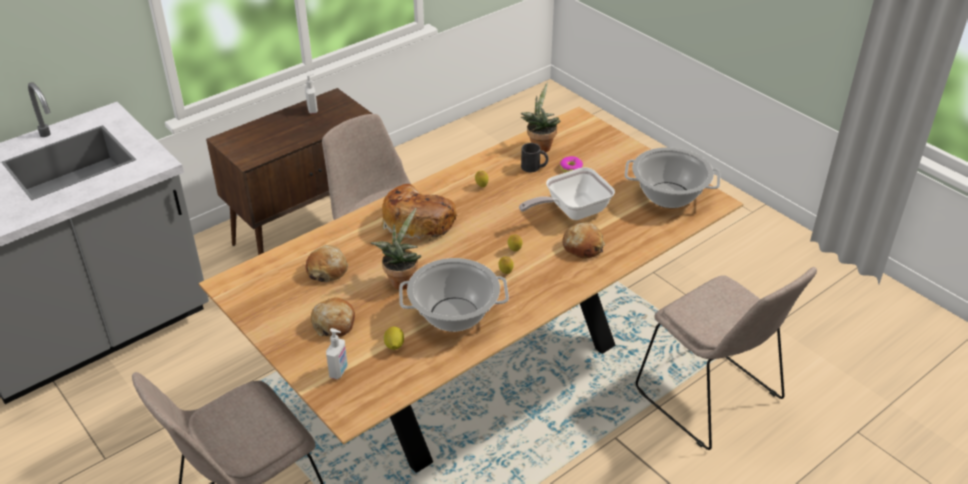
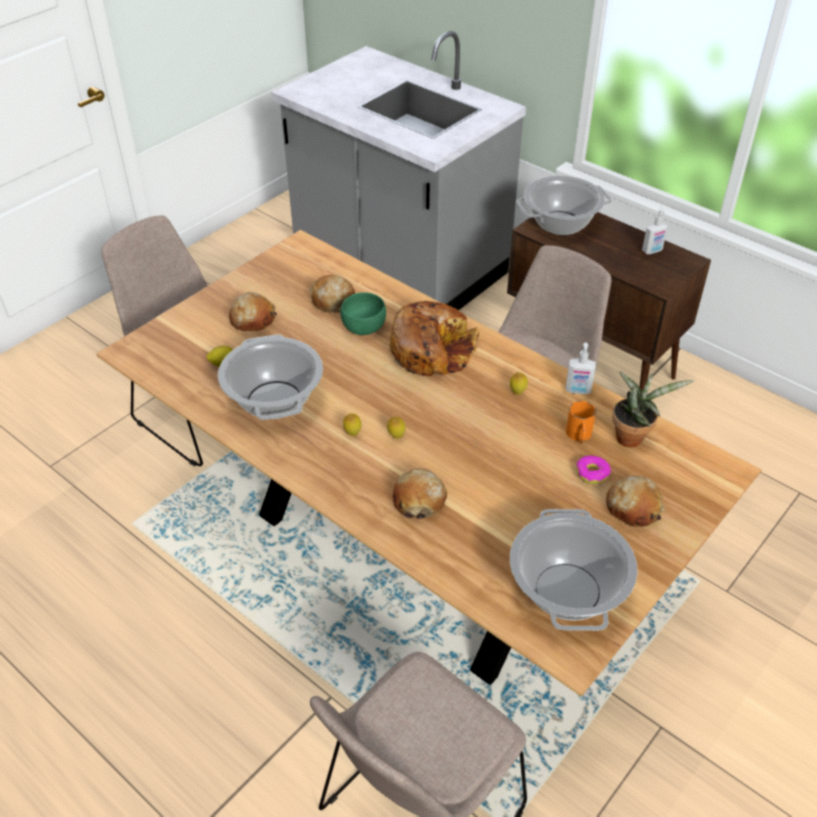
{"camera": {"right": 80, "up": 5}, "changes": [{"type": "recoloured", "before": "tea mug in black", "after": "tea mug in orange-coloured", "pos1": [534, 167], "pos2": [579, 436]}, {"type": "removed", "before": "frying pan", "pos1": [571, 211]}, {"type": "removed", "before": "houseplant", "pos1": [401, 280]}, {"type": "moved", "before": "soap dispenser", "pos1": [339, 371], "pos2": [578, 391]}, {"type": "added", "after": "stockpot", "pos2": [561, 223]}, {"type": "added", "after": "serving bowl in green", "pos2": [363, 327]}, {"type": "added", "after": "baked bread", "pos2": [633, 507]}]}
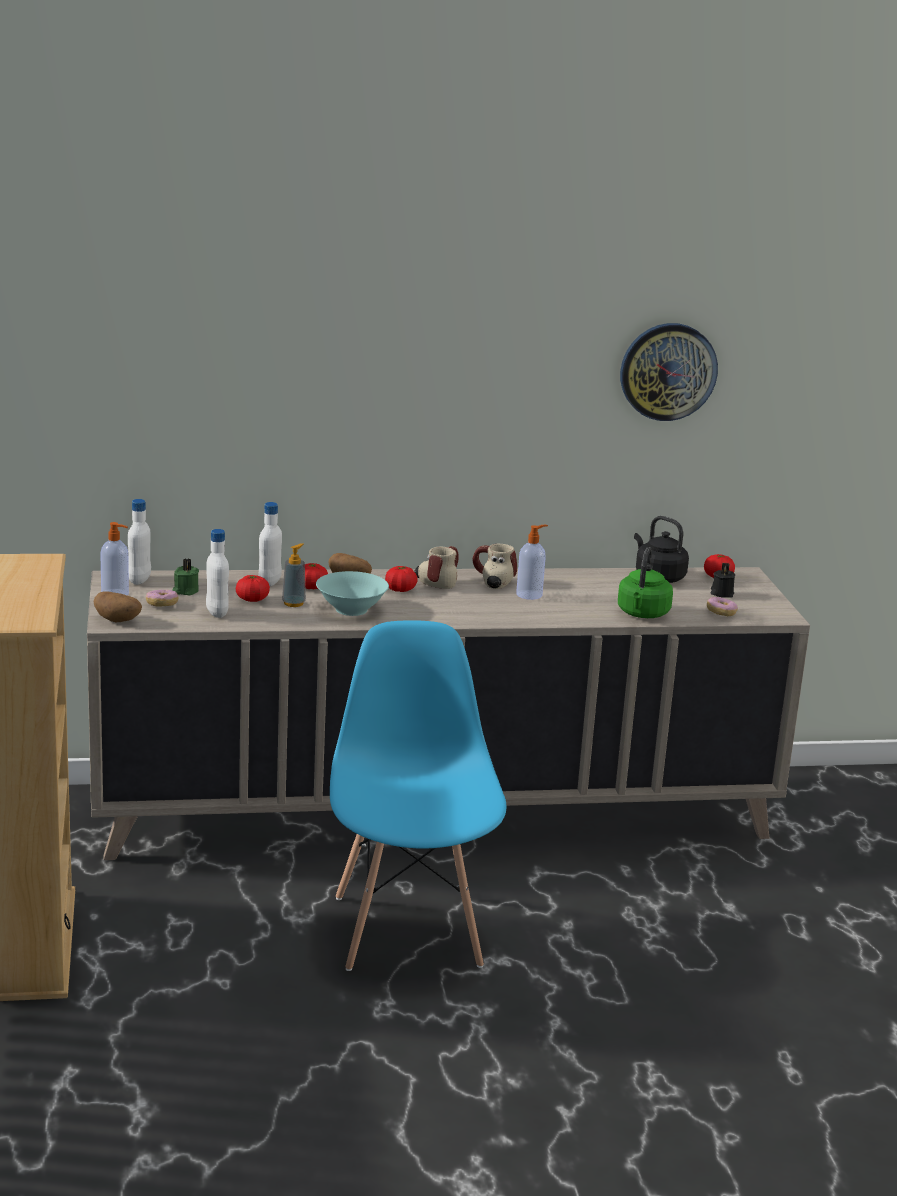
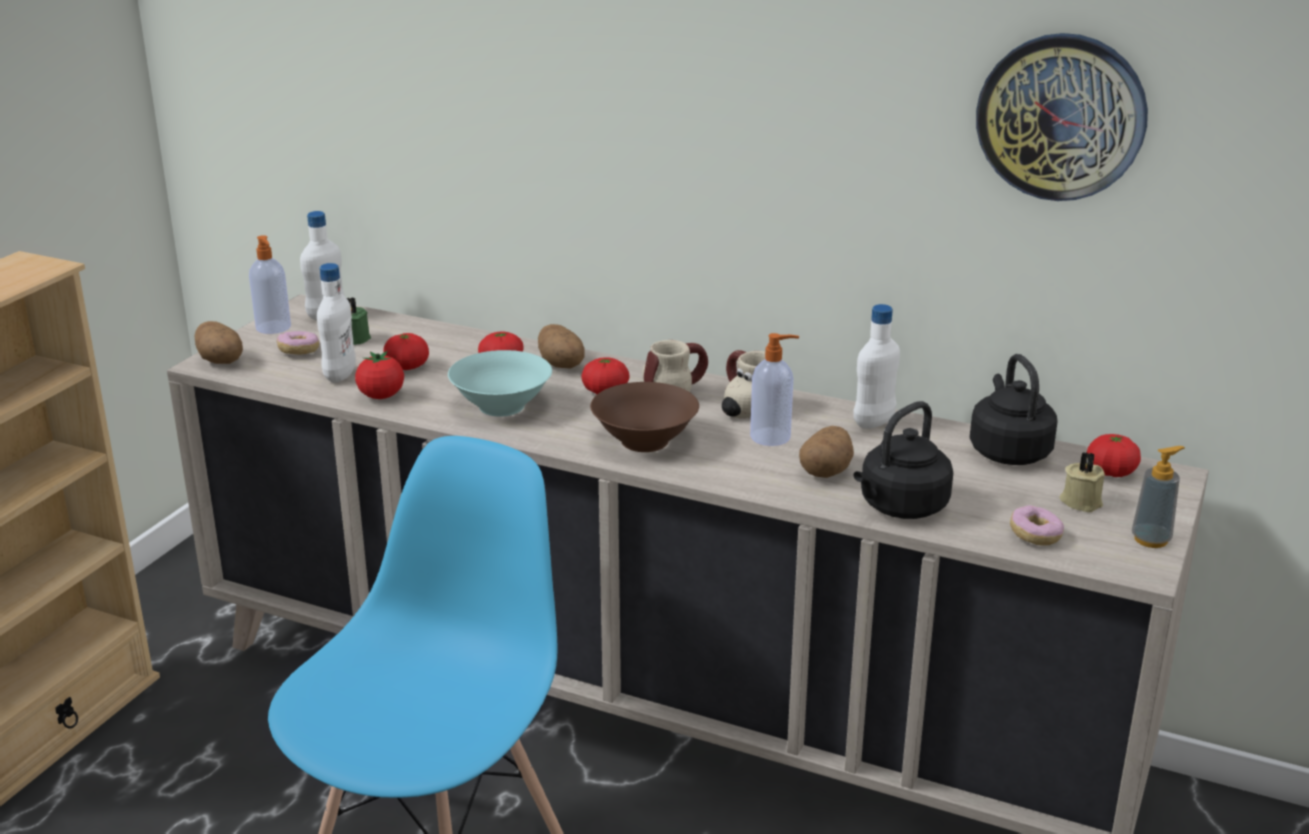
{"camera": {"right": 35, "up": 5}, "changes": [{"type": "moved", "before": "bottle in whitish", "pos1": [269, 582], "pos2": [874, 422]}, {"type": "moved", "before": "soap dispenser", "pos1": [293, 603], "pos2": [1151, 539]}, {"type": "recoloured", "before": "kettle in green", "after": "kettle in black", "pos1": [642, 614], "pos2": [900, 507]}, {"type": "recoloured", "before": "wax light in black", "after": "wax light in sand-coloured", "pos1": [721, 593], "pos2": [1081, 501]}, {"type": "added", "after": "fresh tomato", "pos2": [381, 396]}, {"type": "added", "after": "serving bowl in brownish", "pos2": [646, 441]}, {"type": "added", "after": "potato", "pos2": [826, 471]}]}
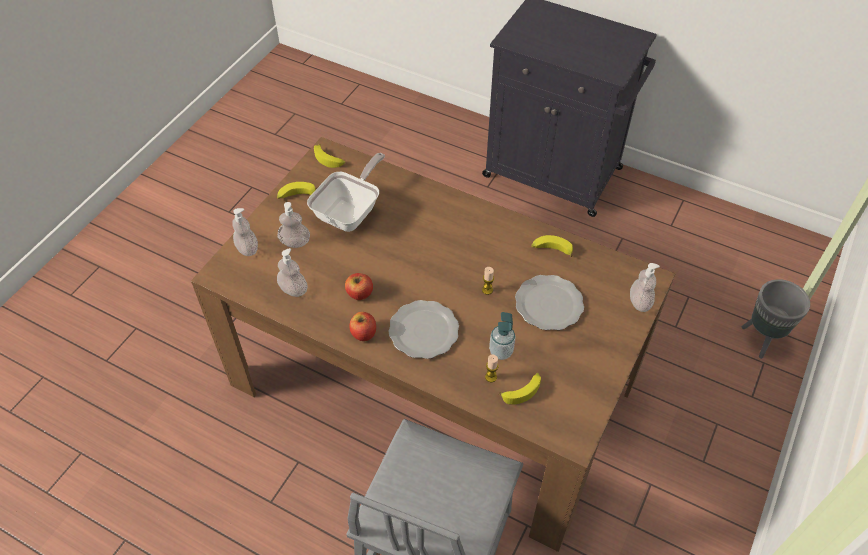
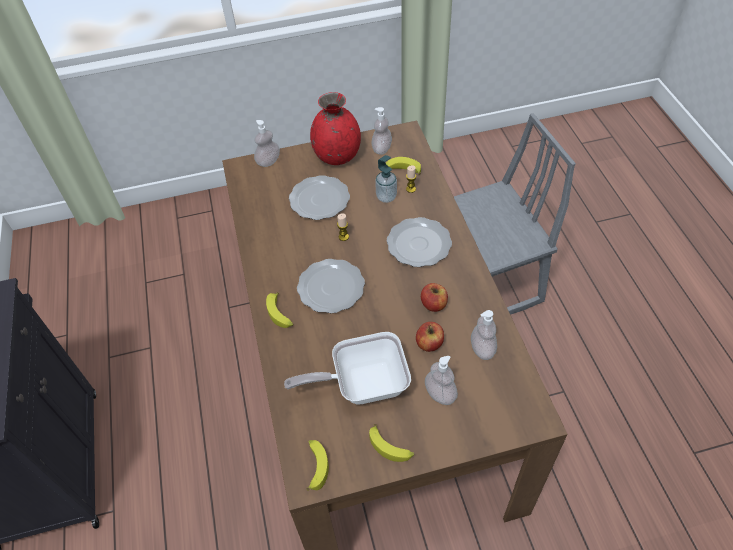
{"camera": {"right": -130, "up": 0}, "changes": [{"type": "moved", "before": "soap dispenser", "pos1": [247, 249], "pos2": [382, 149]}, {"type": "moved", "before": "banana fruit", "pos1": [551, 250], "pos2": [280, 314]}, {"type": "removed", "before": "flower pot in greyish", "pos1": [761, 340]}, {"type": "moved", "before": "apple", "pos1": [363, 333], "pos2": [429, 343]}, {"type": "added", "after": "flower vase in reddish", "pos2": [337, 156]}, {"type": "added", "after": "flat dish", "pos2": [331, 288]}]}
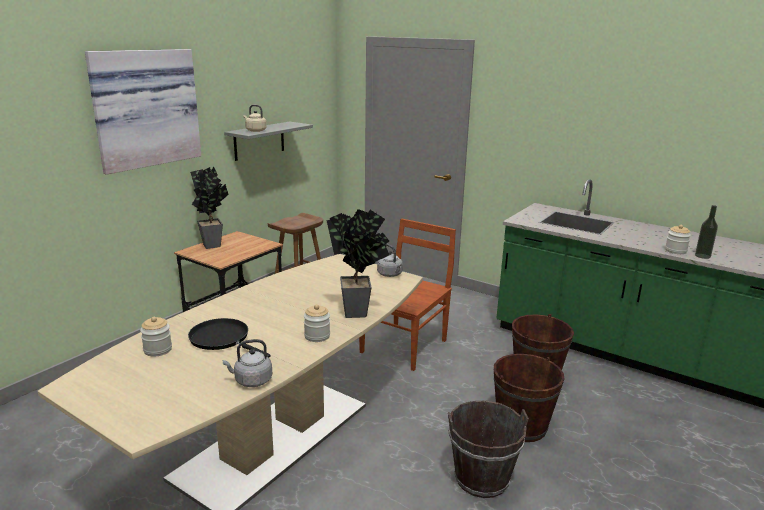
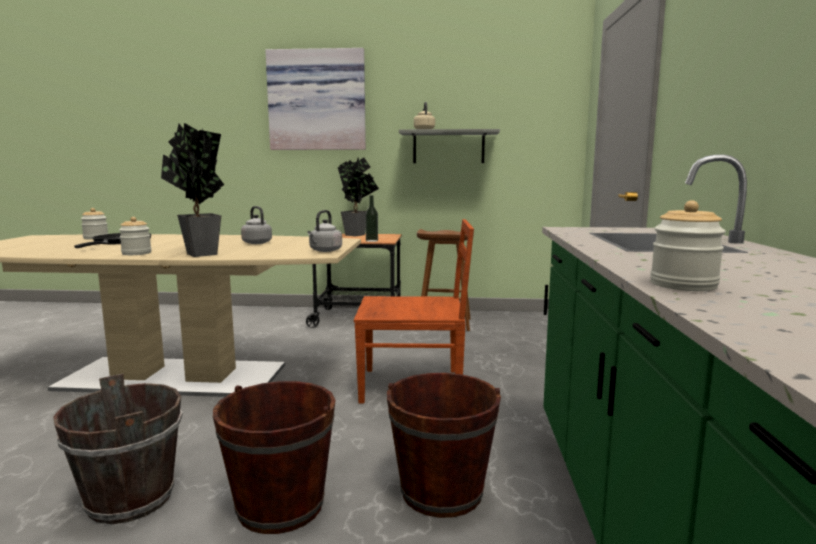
{"camera": {"right": 60, "up": -10}, "changes": [{"type": "moved", "before": "bottle", "pos1": [702, 256], "pos2": [372, 240]}, {"type": "moved", "before": "kettle in greyish", "pos1": [251, 381], "pos2": [256, 242]}]}
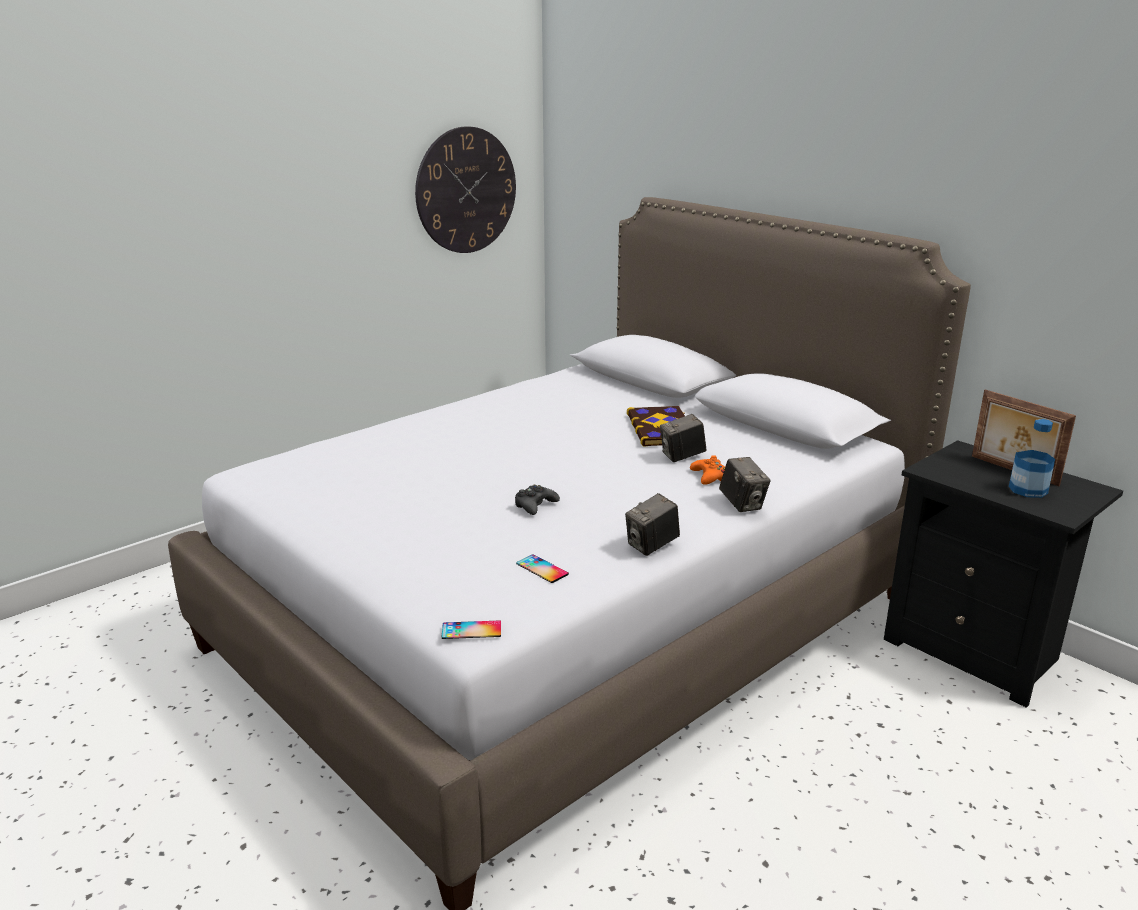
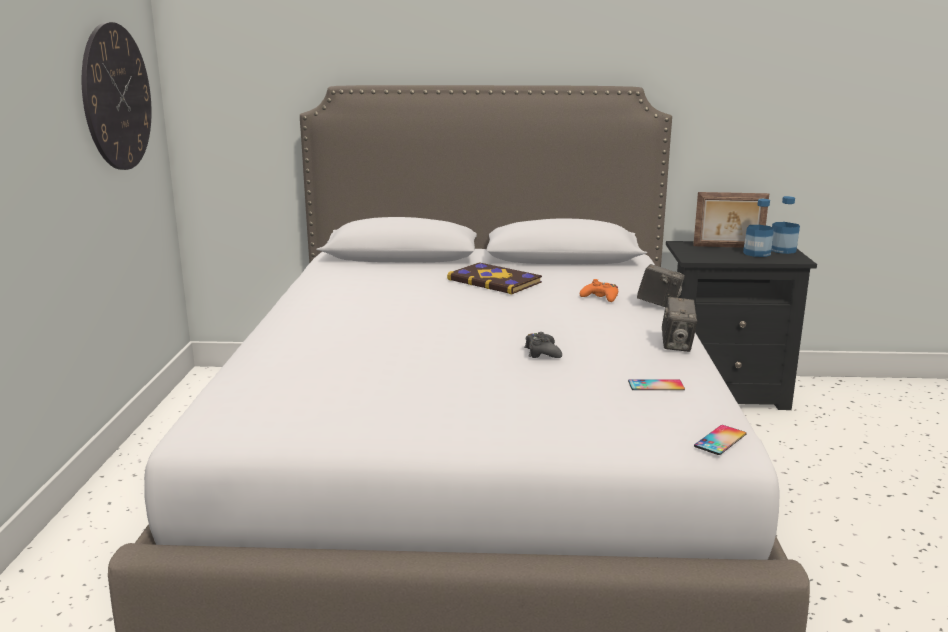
{"camera": {"right": -45, "up": -5}, "changes": [{"type": "removed", "before": "photo camera", "pos1": [682, 457]}, {"type": "added", "after": "bottle", "pos2": [783, 250]}]}
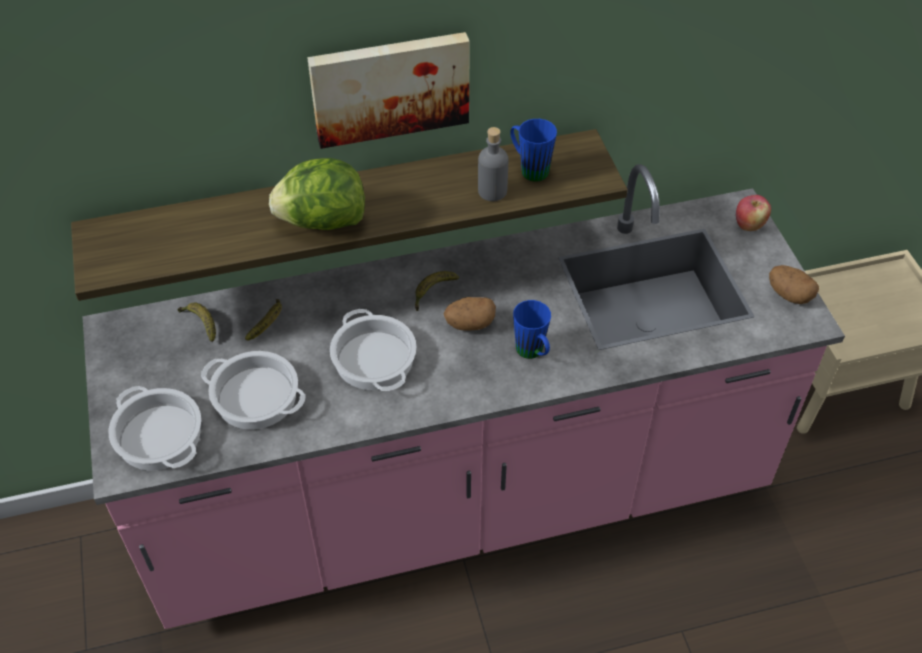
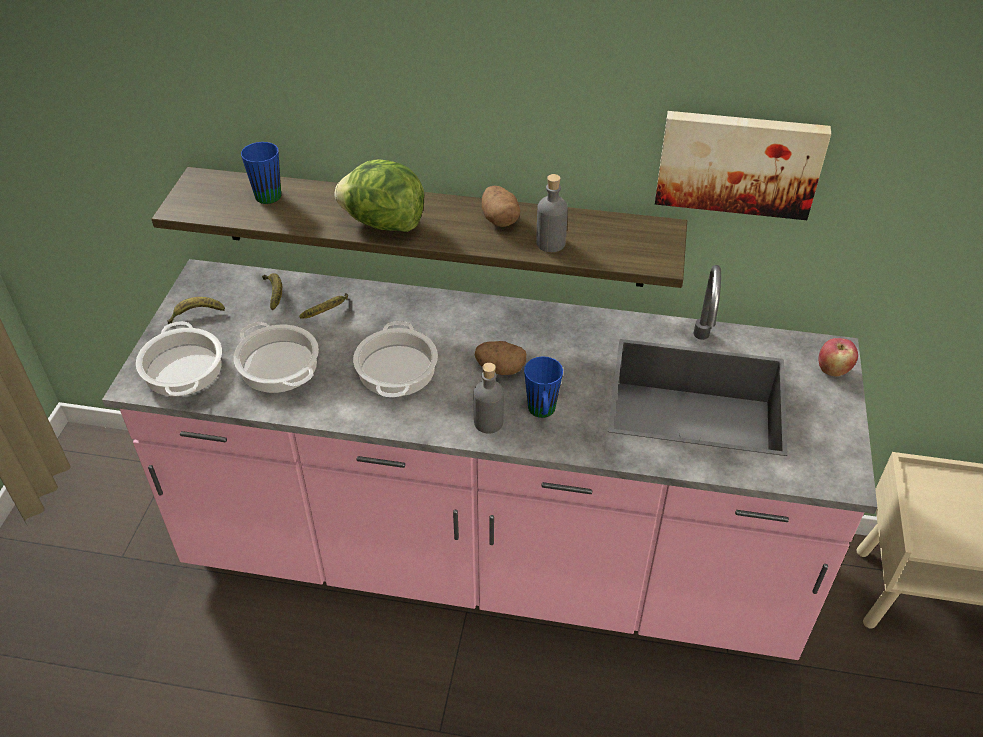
{"camera": {"right": 25, "up": -5}, "changes": [{"type": "moved", "before": "wall art", "pos1": [390, 86], "pos2": [739, 162]}, {"type": "moved", "before": "tea mug in blue-coloured", "pos1": [529, 168], "pos2": [266, 192]}, {"type": "moved", "before": "potato", "pos1": [789, 294], "pos2": [500, 219]}, {"type": "moved", "before": "banana fruit", "pos1": [433, 292], "pos2": [196, 315]}, {"type": "added", "after": "bottle in greyish", "pos2": [488, 422]}]}
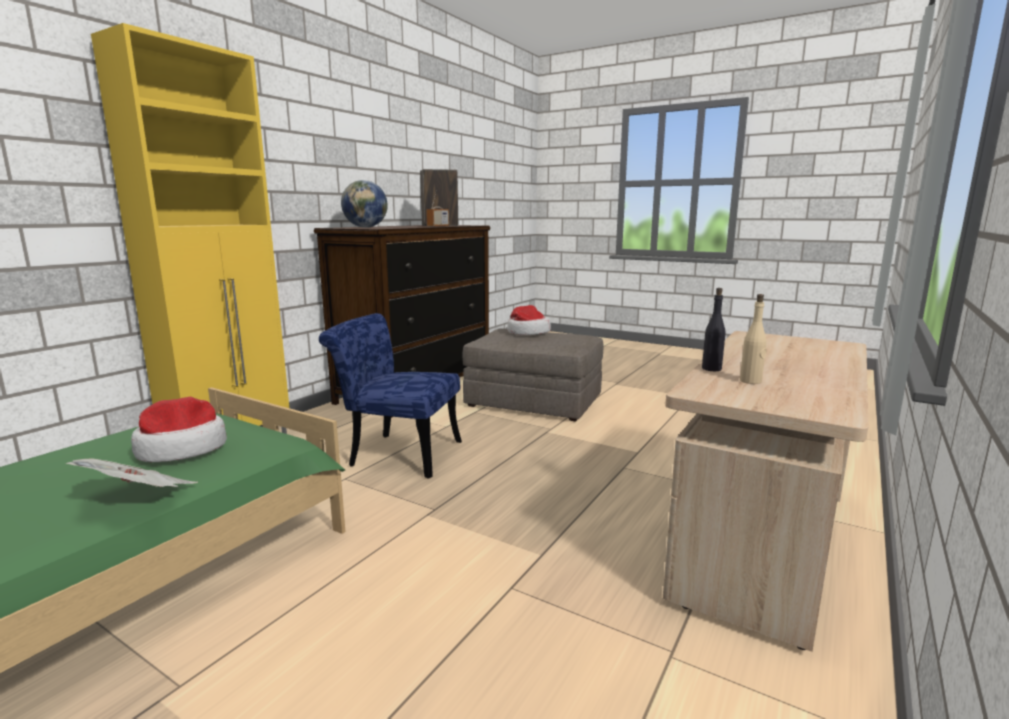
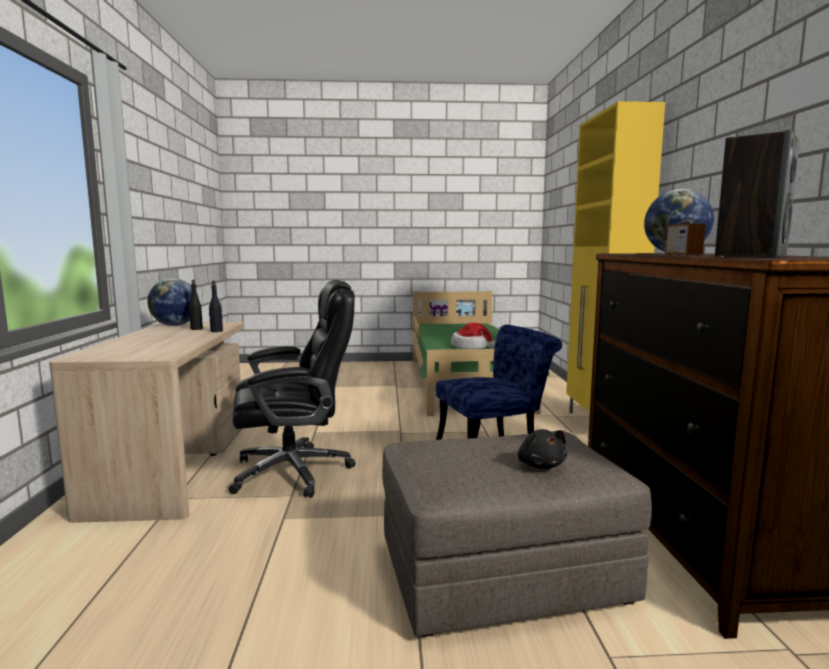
{"camera": {"right": 145, "up": -5}, "changes": [{"type": "recoloured", "before": "bottle in sand-coloured", "after": "bottle in black", "pos1": [750, 381], "pos2": [196, 329]}, {"type": "replaced", "before": "hat", "after": "soft toy in black", "pos1": [527, 332], "pos2": [540, 465]}, {"type": "removed", "before": "daily paper", "pos1": [140, 497]}, {"type": "added", "after": "desk globe", "pos2": [175, 325]}, {"type": "added", "after": "office chair in black", "pos2": [294, 471]}]}
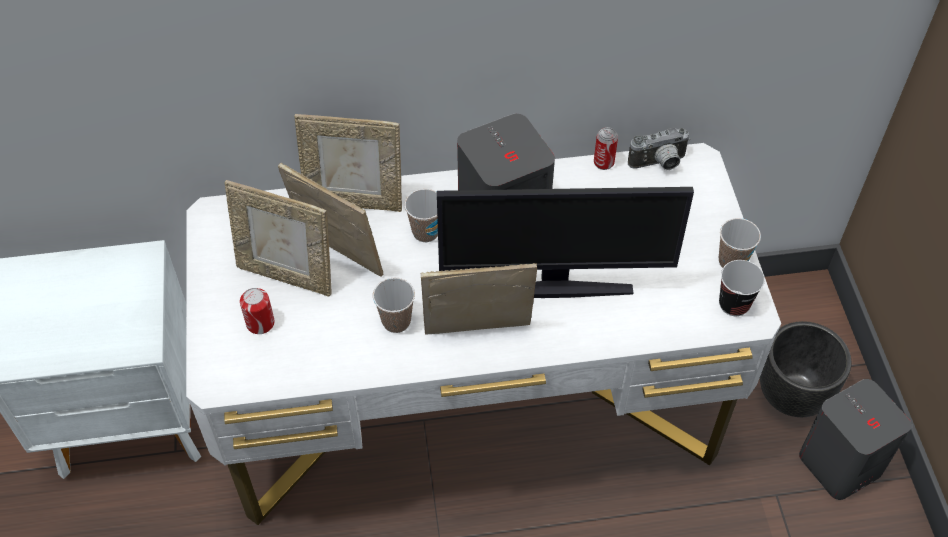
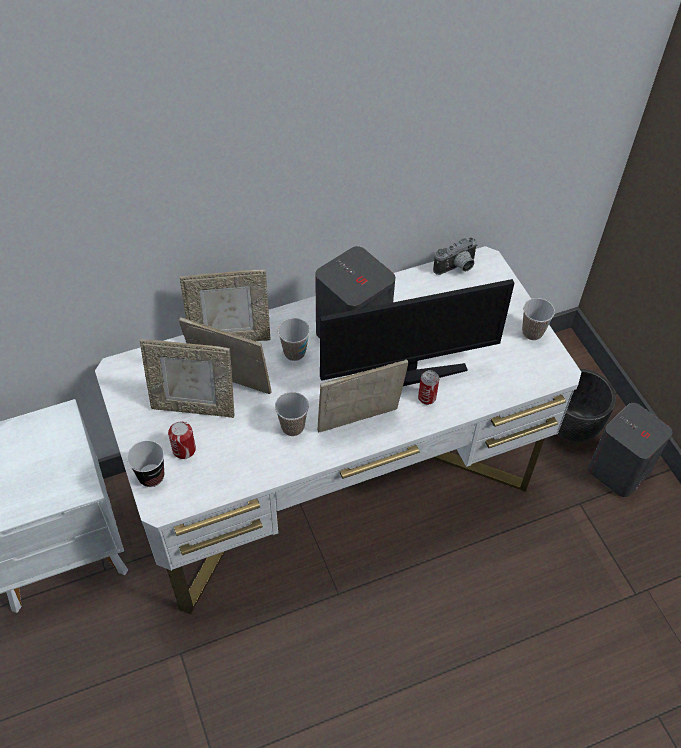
{"camera": {"right": -15, "up": 0}, "changes": [{"type": "moved", "before": "can", "pos1": [603, 163], "pos2": [426, 398]}, {"type": "moved", "before": "cup", "pos1": [734, 304], "pos2": [151, 476]}]}
